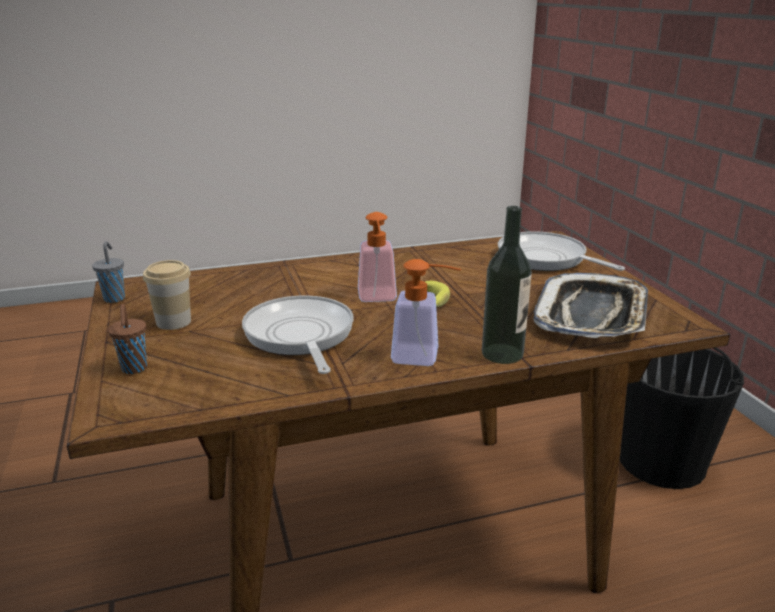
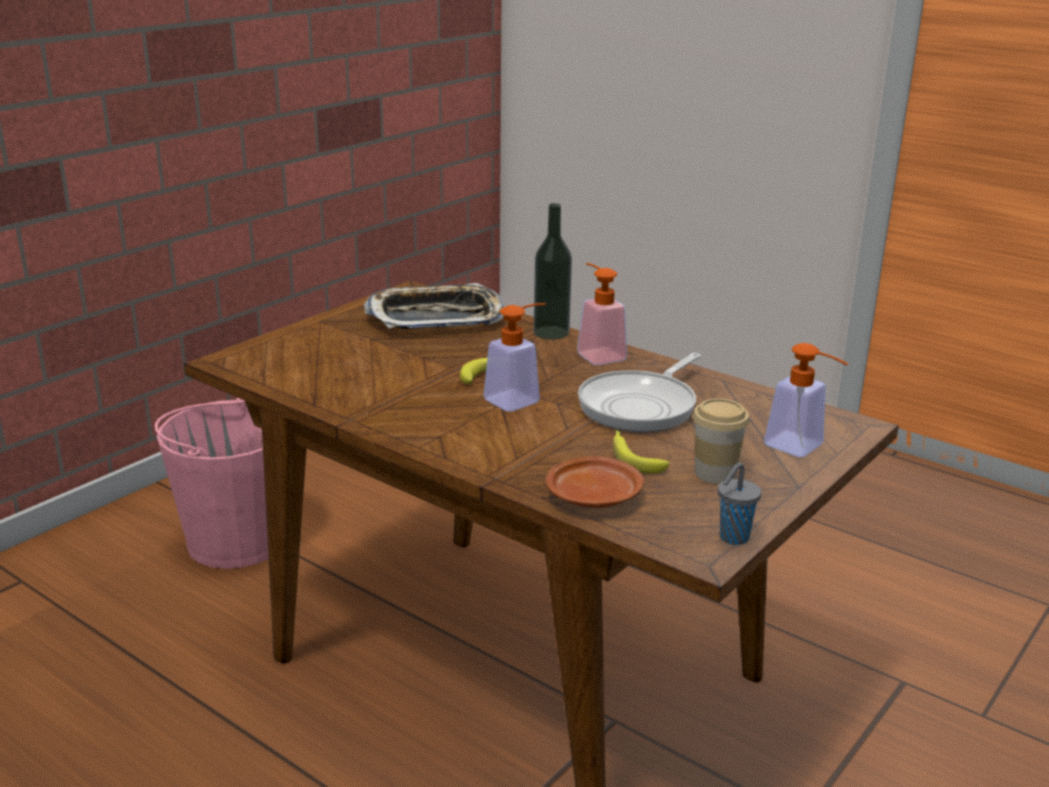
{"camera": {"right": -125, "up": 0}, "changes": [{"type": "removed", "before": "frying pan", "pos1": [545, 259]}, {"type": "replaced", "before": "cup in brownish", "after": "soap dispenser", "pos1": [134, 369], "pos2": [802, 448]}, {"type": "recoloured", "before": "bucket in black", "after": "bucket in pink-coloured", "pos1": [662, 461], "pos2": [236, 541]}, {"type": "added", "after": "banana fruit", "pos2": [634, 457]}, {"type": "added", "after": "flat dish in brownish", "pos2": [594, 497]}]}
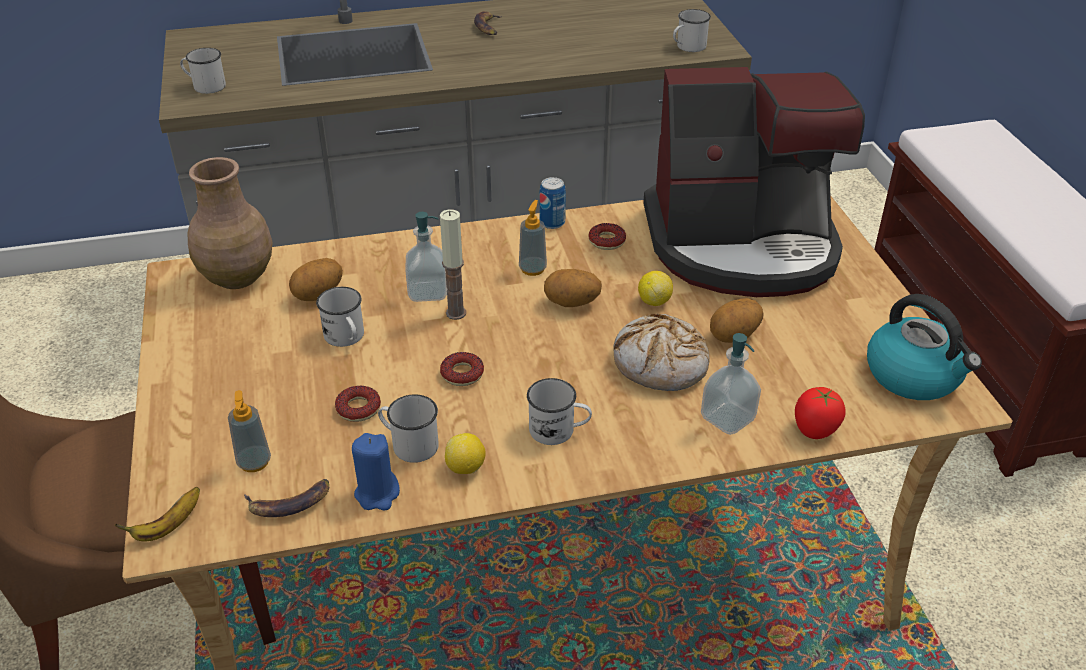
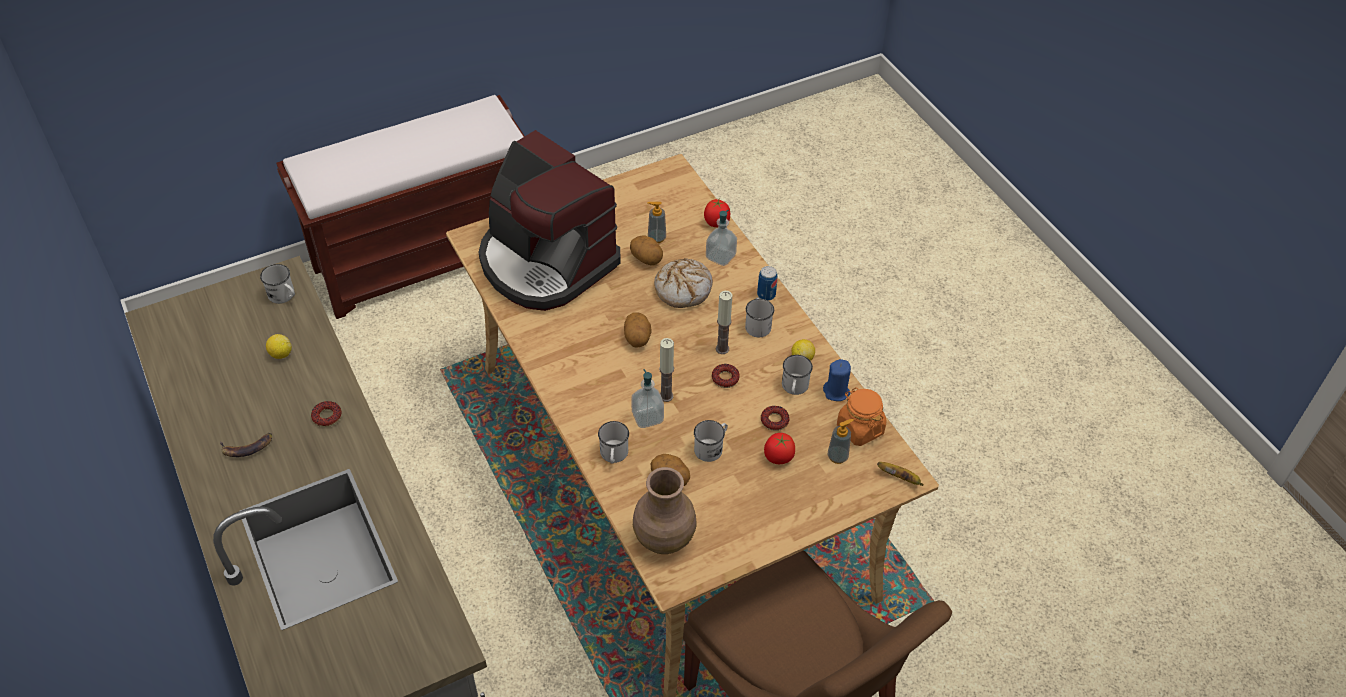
{"camera": {"right": -105, "up": 10}, "changes": [{"type": "moved", "before": "tea mug in whitish", "pos1": [205, 86], "pos2": [613, 455]}, {"type": "turned", "before": "coffee machine", "pos1": [743, 245], "pos2": [546, 262], "turn": 150}, {"type": "moved", "before": "can", "pos1": [552, 222], "pos2": [766, 295]}, {"type": "moved", "before": "soap dispenser", "pos1": [532, 269], "pos2": [656, 238]}, {"type": "moved", "before": "donut", "pos1": [607, 241], "pos2": [327, 417]}, {"type": "moved", "before": "lemon", "pos1": [654, 301], "pos2": [281, 354]}, {"type": "removed", "before": "kettle", "pos1": [914, 376]}, {"type": "replaced", "before": "banana fruit", "after": "storage jar in orange-coloured", "pos1": [289, 503], "pos2": [859, 429]}, {"type": "added", "after": "wax light", "pos2": [722, 349]}, {"type": "added", "after": "fresh tomato", "pos2": [778, 457]}]}
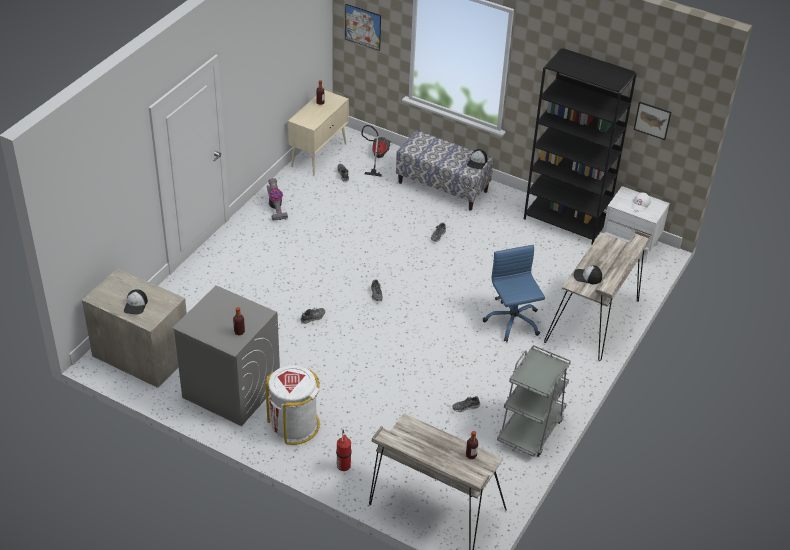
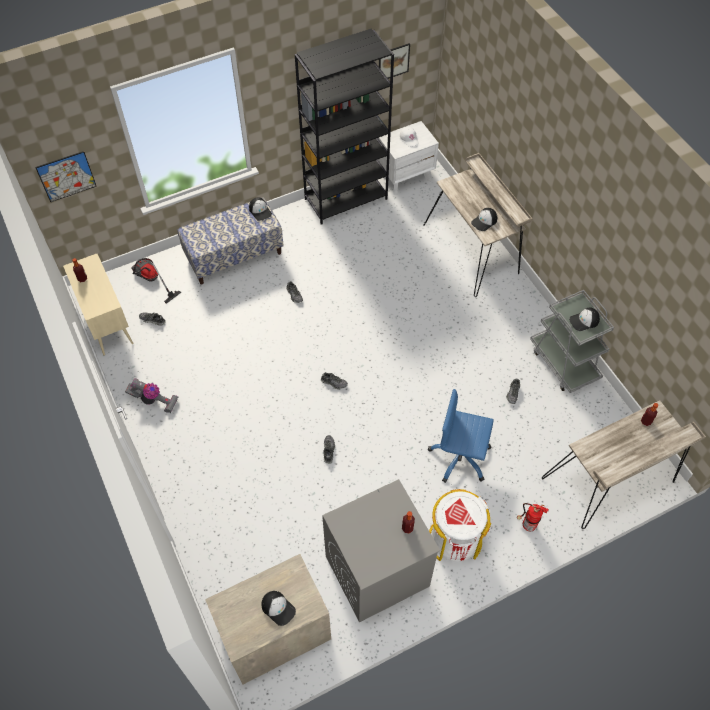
{"camera": {"right": -55, "up": 15}, "changes": [{"type": "moved", "before": "office chair in blue-coloured", "pos1": [512, 322], "pos2": [459, 457]}, {"type": "added", "after": "peaked cap", "pos2": [584, 321]}]}
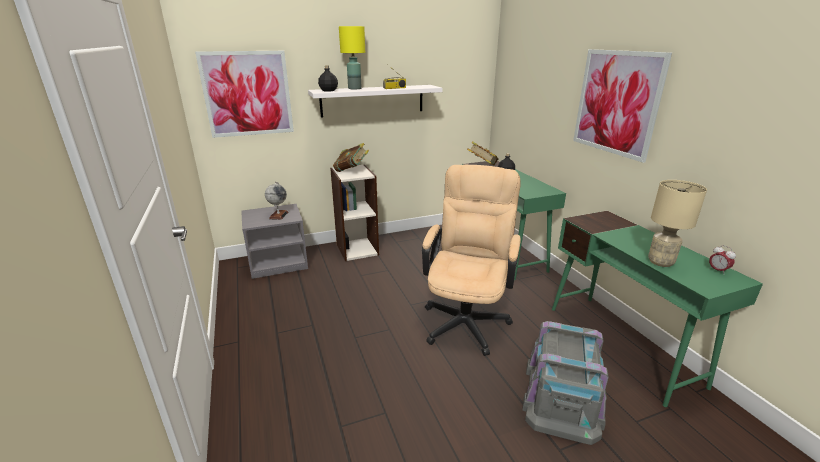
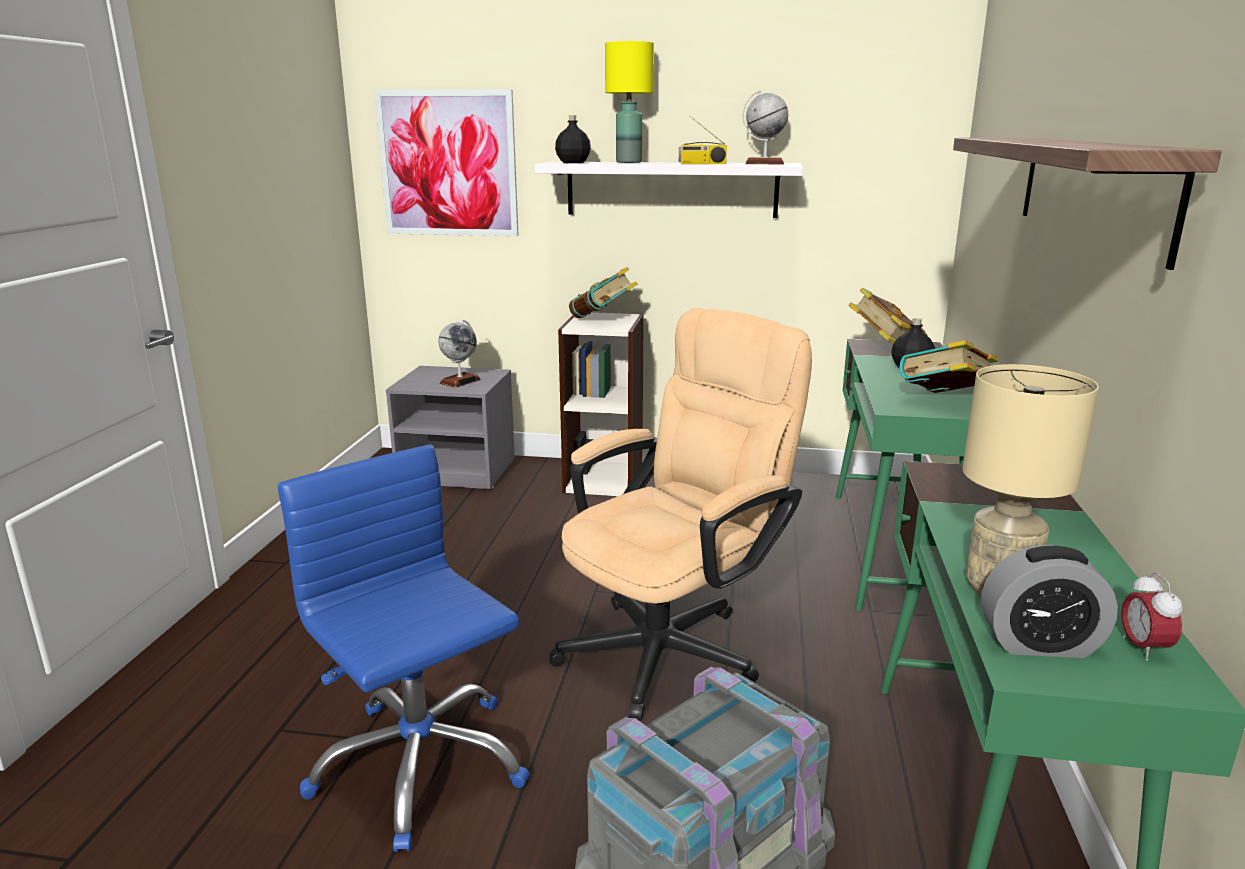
{"camera": {"right": 30, "up": -5}, "changes": [{"type": "replaced", "before": "wall art", "after": "shelf", "pos1": [616, 103], "pos2": [1091, 190]}, {"type": "added", "after": "desk globe", "pos2": [764, 163]}, {"type": "added", "after": "book", "pos2": [945, 402]}, {"type": "added", "after": "office chair in blue-coloured", "pos2": [419, 765]}, {"type": "added", "after": "table clock", "pos2": [1039, 644]}]}
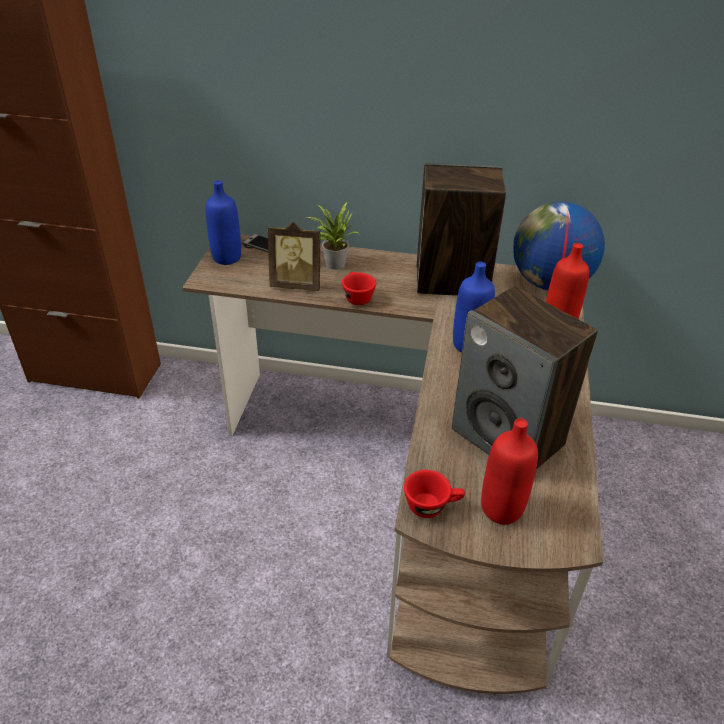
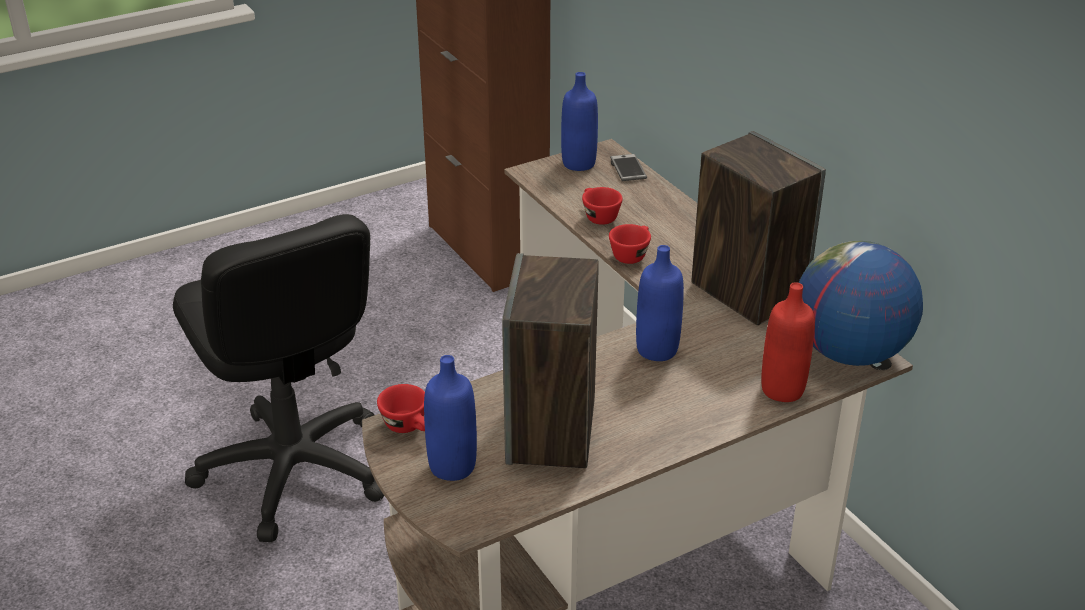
{"camera": {"right": 50, "up": -5}, "changes": [{"type": "removed", "before": "houseplant", "pos1": [332, 264]}, {"type": "replaced", "before": "photo frame", "after": "cup in reddish", "pos1": [297, 284], "pos2": [598, 216]}, {"type": "recoloured", "before": "bottle in reddish", "after": "bottle in blue-coloured", "pos1": [501, 509], "pos2": [452, 466]}, {"type": "added", "after": "office chair in black", "pos2": [293, 470]}]}
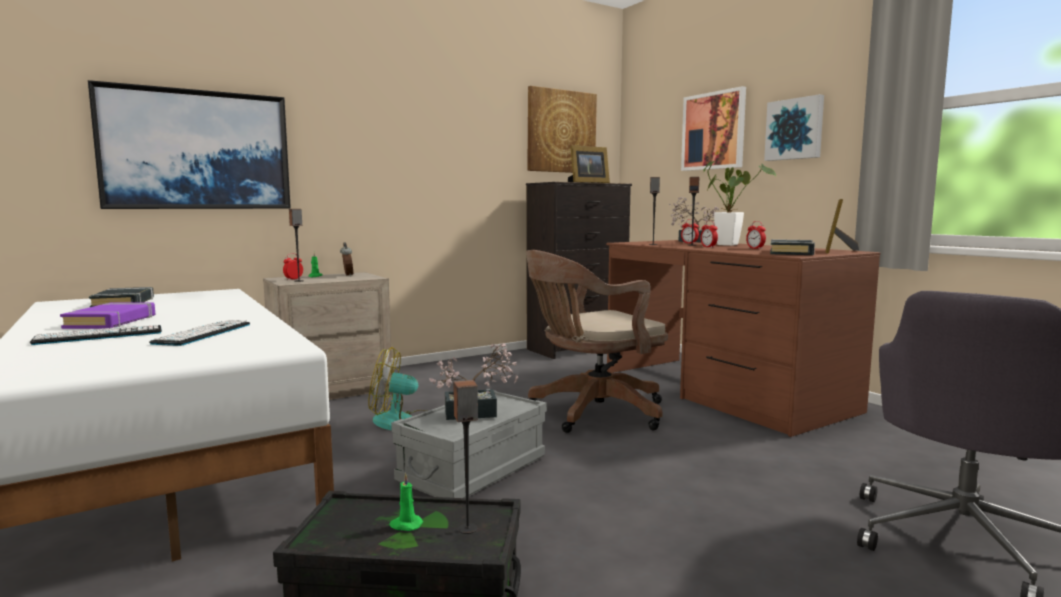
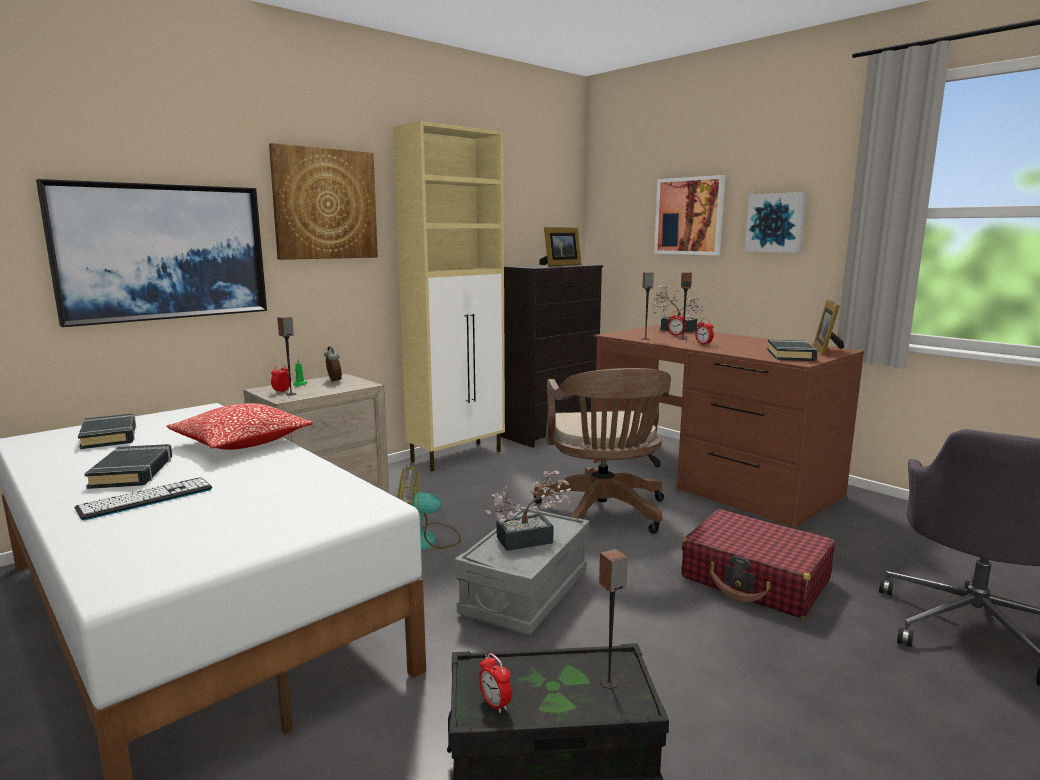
{"camera": {"right": -10, "up": 5}, "changes": [{"type": "moved", "before": "wall art", "pos1": [561, 131], "pos2": [325, 204]}, {"type": "removed", "before": "houseplant", "pos1": [730, 244]}, {"type": "moved", "before": "table clock", "pos1": [755, 248], "pos2": [495, 704]}, {"type": "turned", "before": "office chair in brownish", "pos1": [592, 412], "pos2": [603, 513], "turn": -60}, {"type": "recoloured", "before": "book in purplish", "after": "book in black", "pos1": [112, 322], "pos2": [133, 472]}, {"type": "removed", "before": "PC keyboard", "pos1": [203, 334]}, {"type": "removed", "before": "wax light in green", "pos1": [405, 525]}, {"type": "added", "after": "storage cabinet in sand-coloured", "pos2": [458, 456]}, {"type": "added", "after": "pillow", "pos2": [241, 442]}, {"type": "added", "after": "piece of luggage in reddish", "pos2": [755, 579]}]}
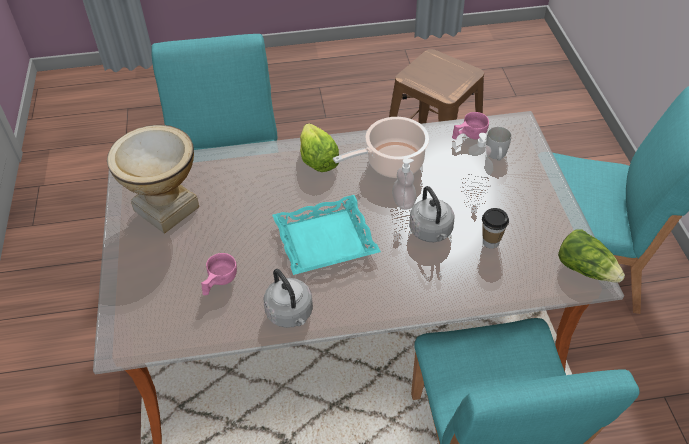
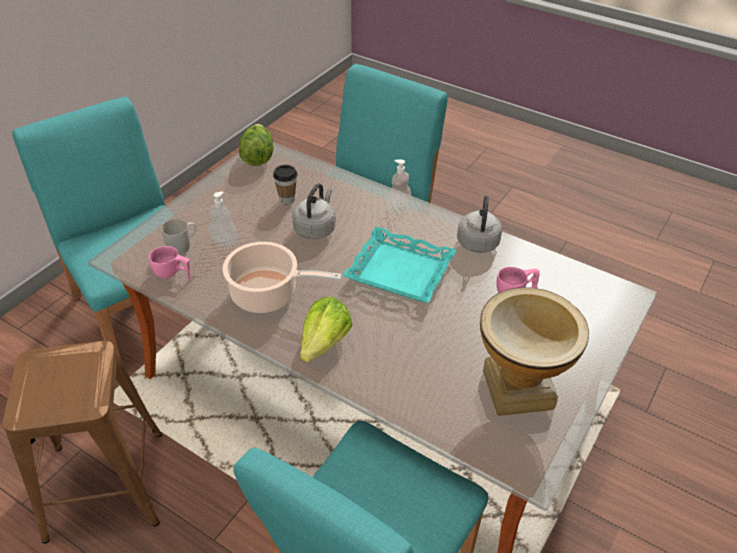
{"camera": {"right": -140, "up": -5}, "changes": [{"type": "moved", "before": "soap dispenser", "pos1": [403, 202], "pos2": [398, 207]}]}
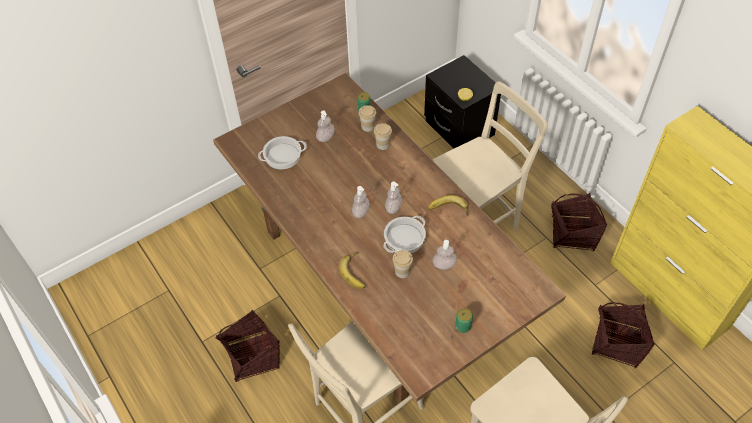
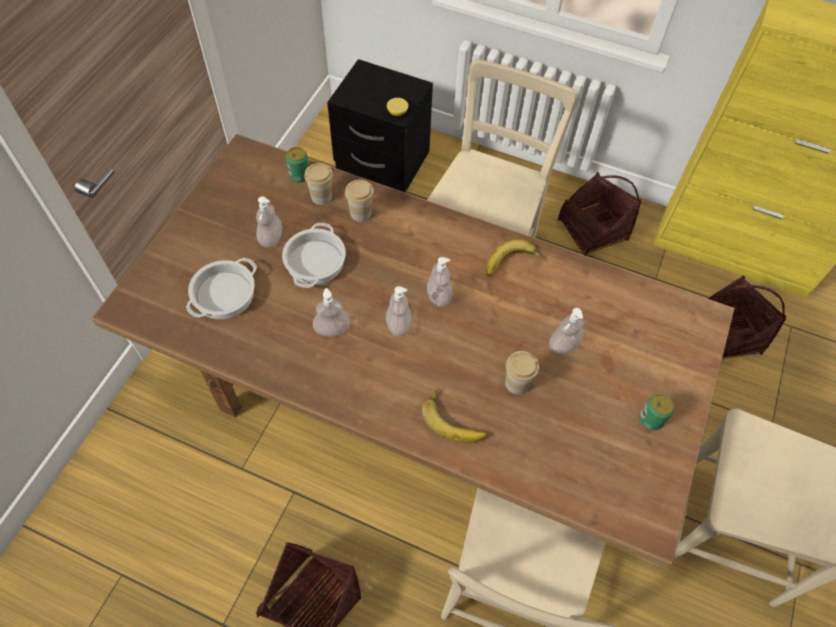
{"camera": {"right": -35, "up": 5}, "changes": [{"type": "moved", "before": "stockpot", "pos1": [404, 238], "pos2": [314, 261]}, {"type": "added", "after": "soap dispenser", "pos2": [332, 329]}]}
